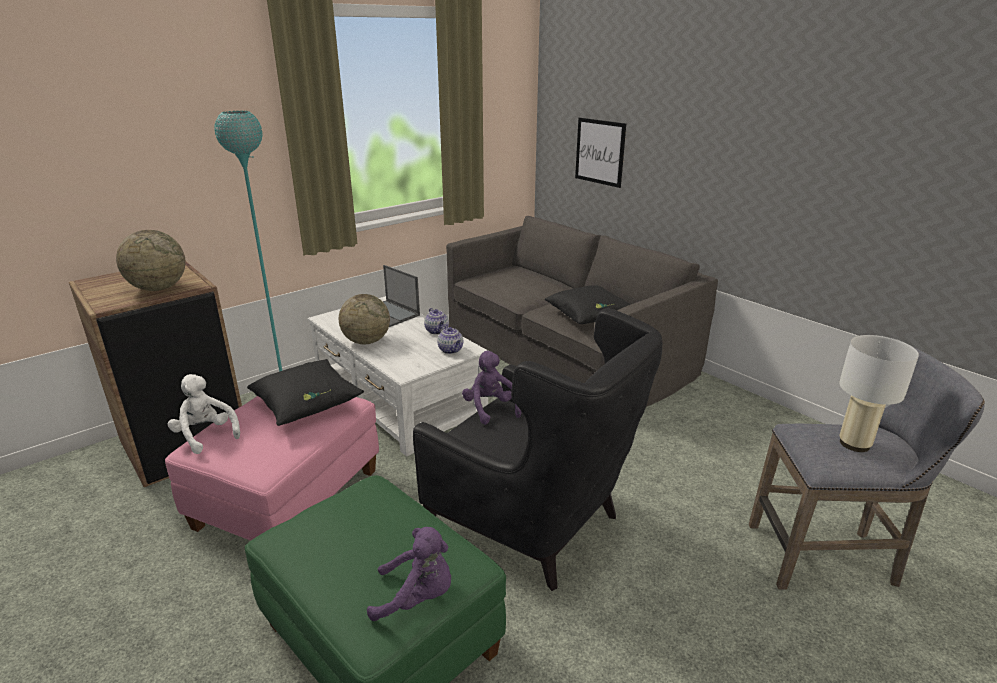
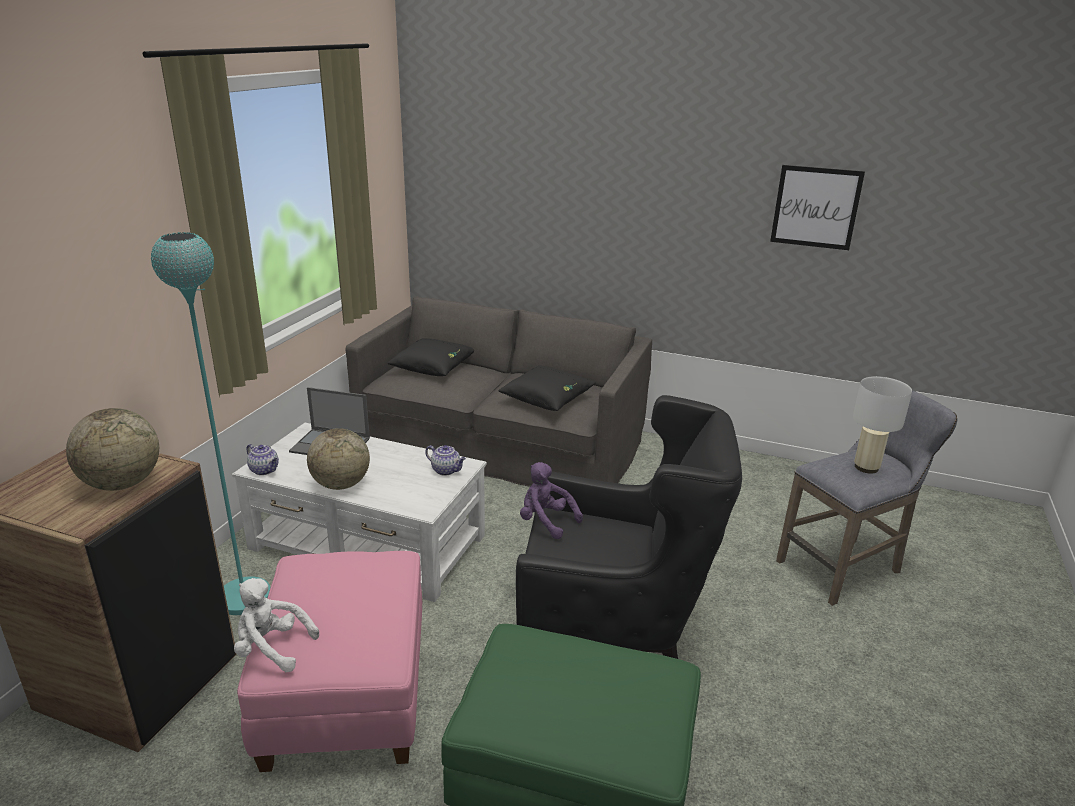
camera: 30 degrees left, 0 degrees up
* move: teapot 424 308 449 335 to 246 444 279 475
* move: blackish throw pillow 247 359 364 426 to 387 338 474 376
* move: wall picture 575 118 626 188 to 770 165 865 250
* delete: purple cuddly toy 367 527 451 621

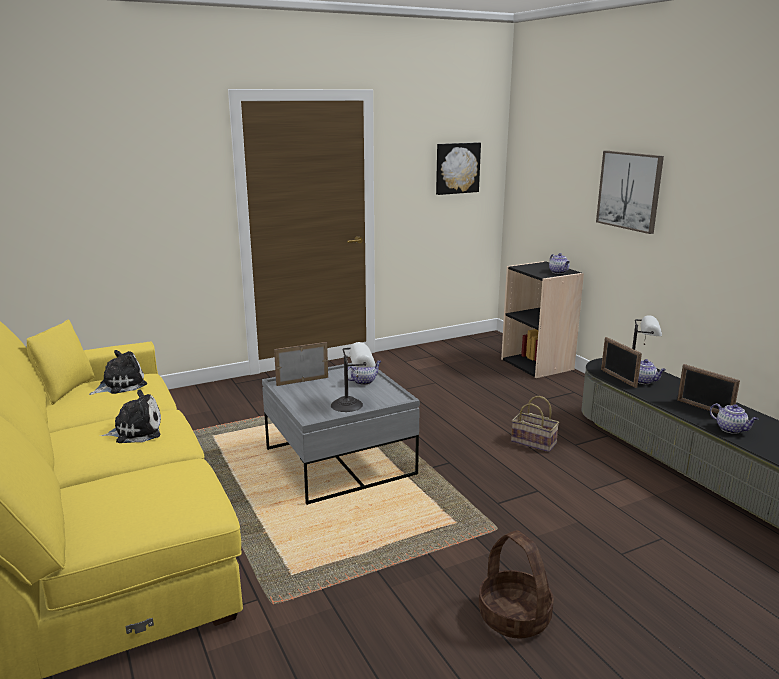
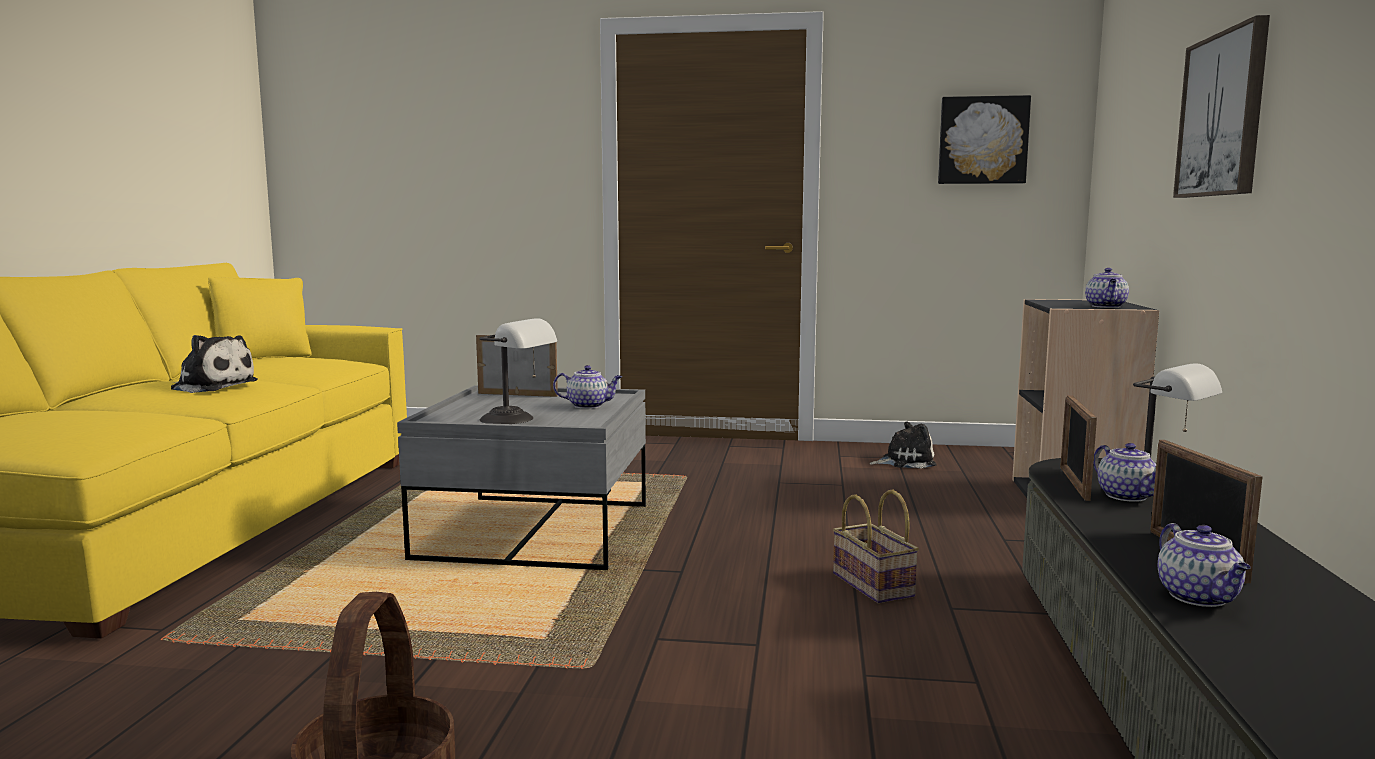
camera: 35 degrees right, 10 degrees down
* move: cuddly toy 89 350 147 395 to 870 421 937 469

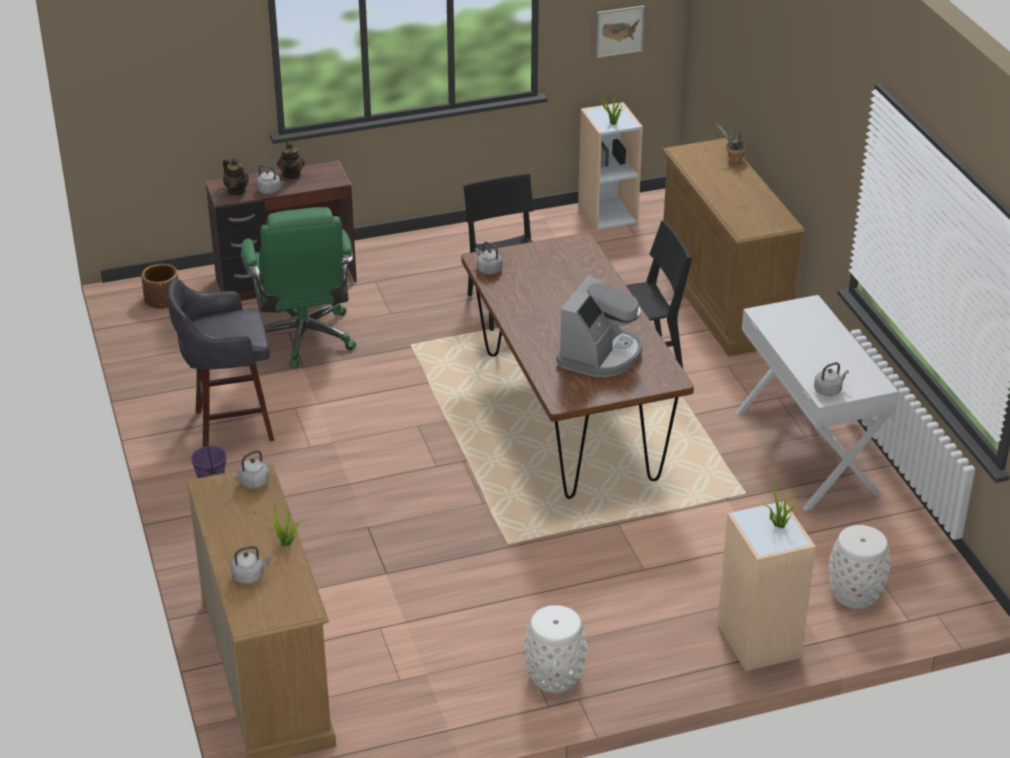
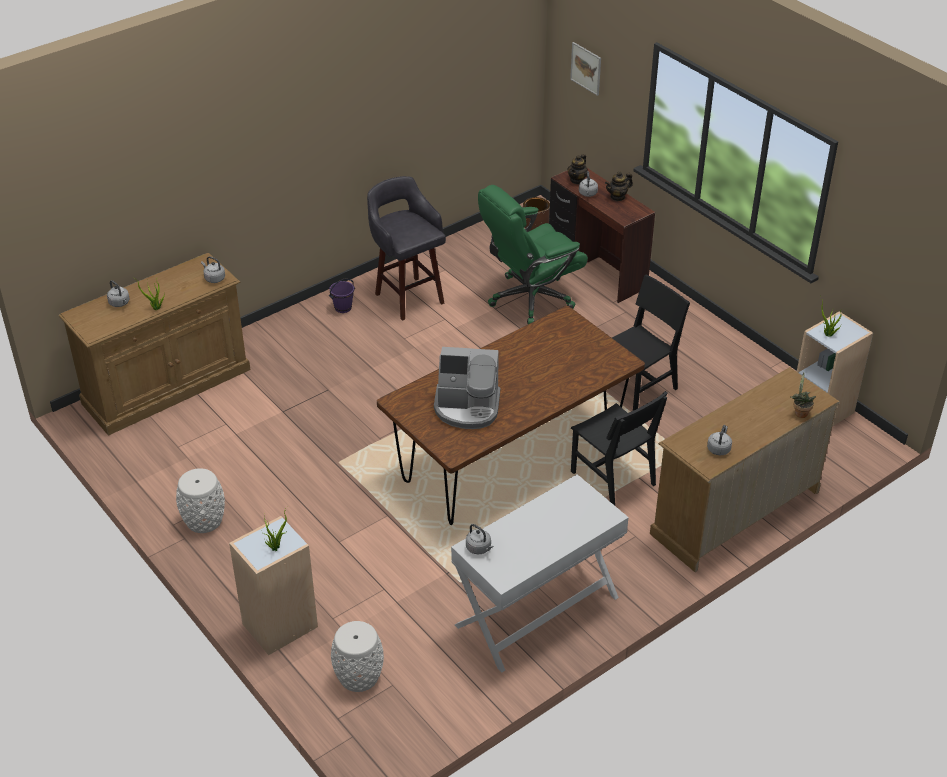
camera: 70 degrees right, 5 degrees up
* move: wall picture 596 5 645 58 to 570 42 601 96
* move: gray kettle 475 242 502 275 to 707 425 732 455

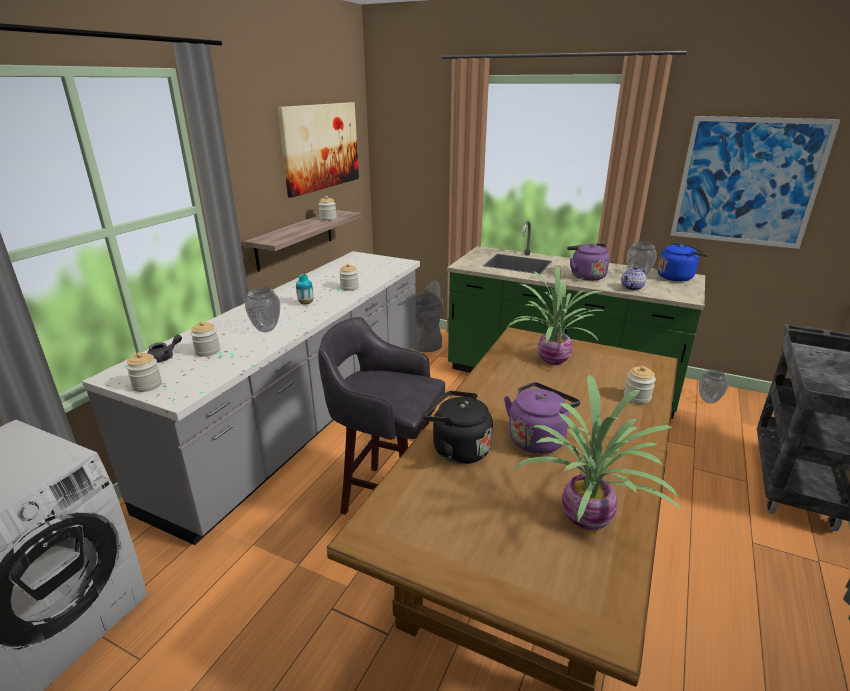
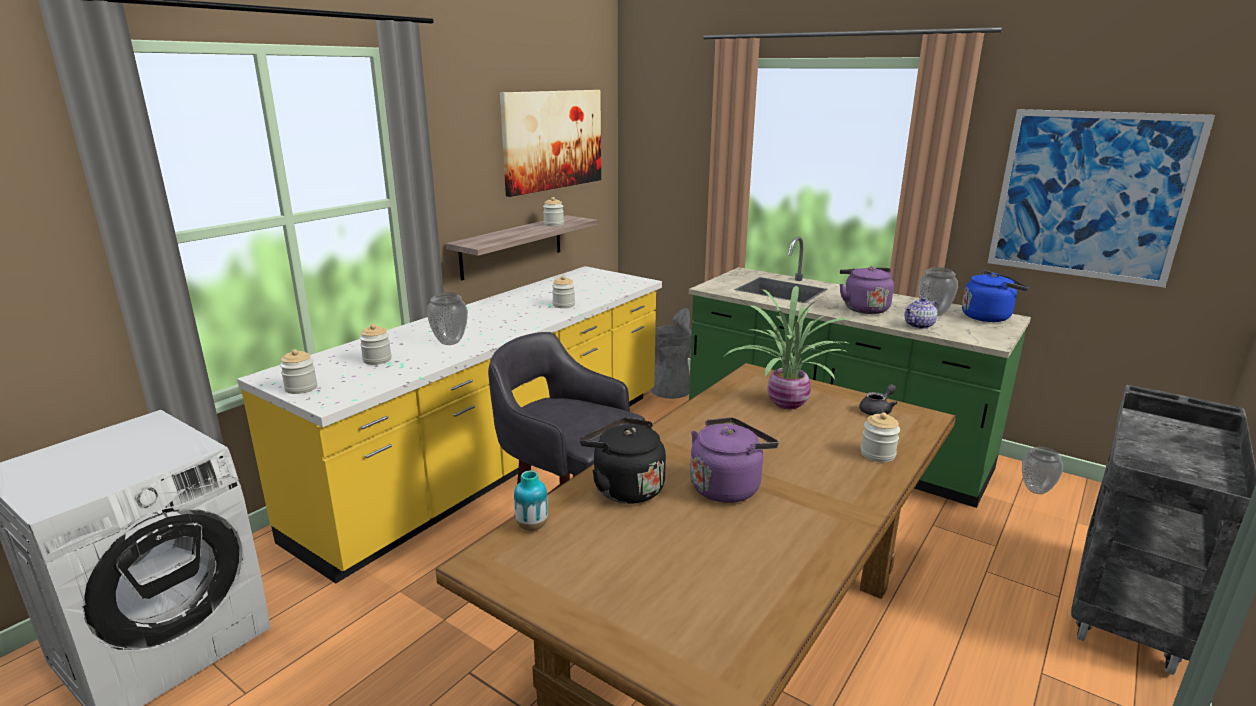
camera: 10 degrees right, 5 degrees down
* recolor: gray kitchen base unit 82 251 420 545 to yellow kitchen base unit 237 266 662 583
* move: flower vase 296 274 313 304 to 514 471 548 531
* move: gray teapot 147 335 182 362 to 859 384 897 415
* delete: houseplant 513 375 680 530

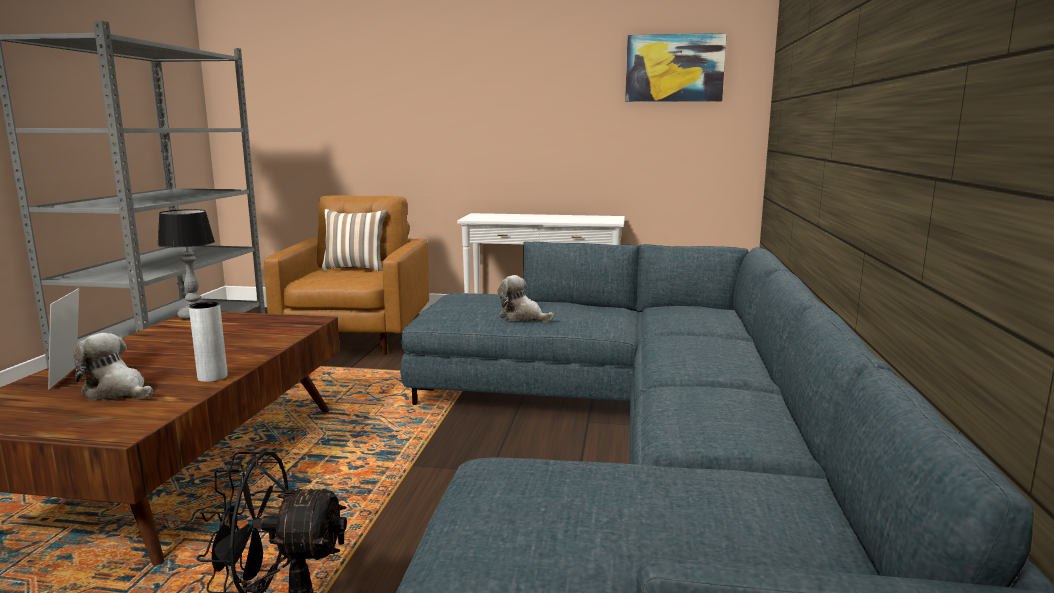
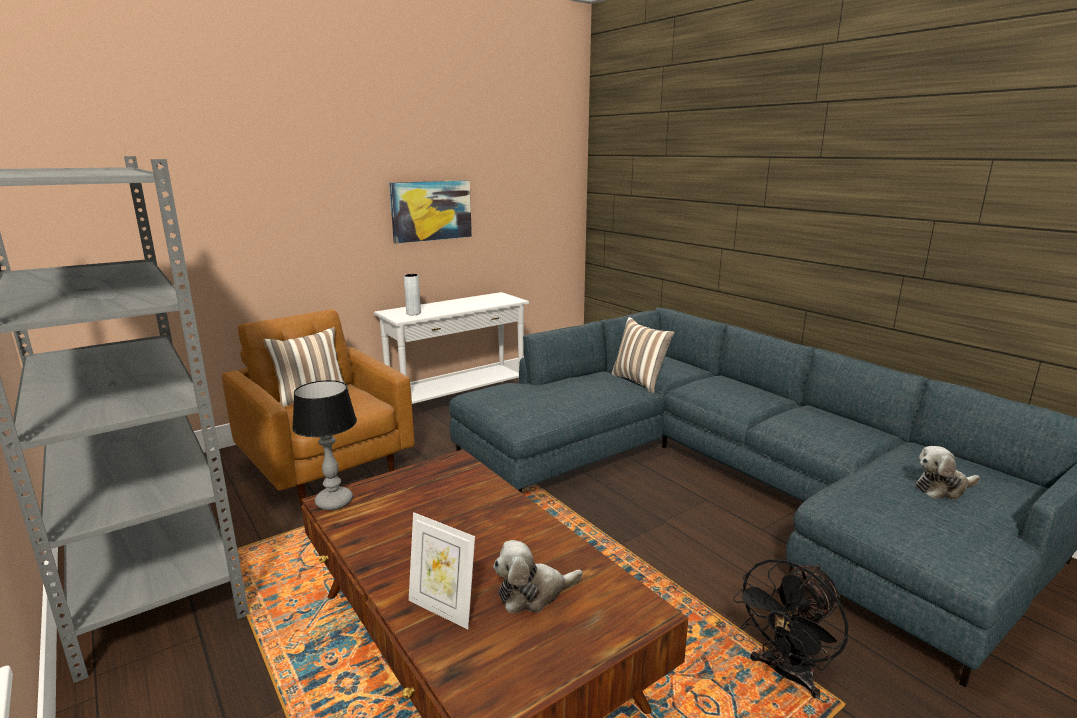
camera: 45 degrees left, 5 degrees up
* move: wall picture 625 33 727 102 to 389 180 472 244
* move: gray flower vase 189 302 228 382 to 404 274 421 315
* insert: throw pillow 611 317 675 393
* move: cuddly toy 497 275 554 322 to 915 446 980 500

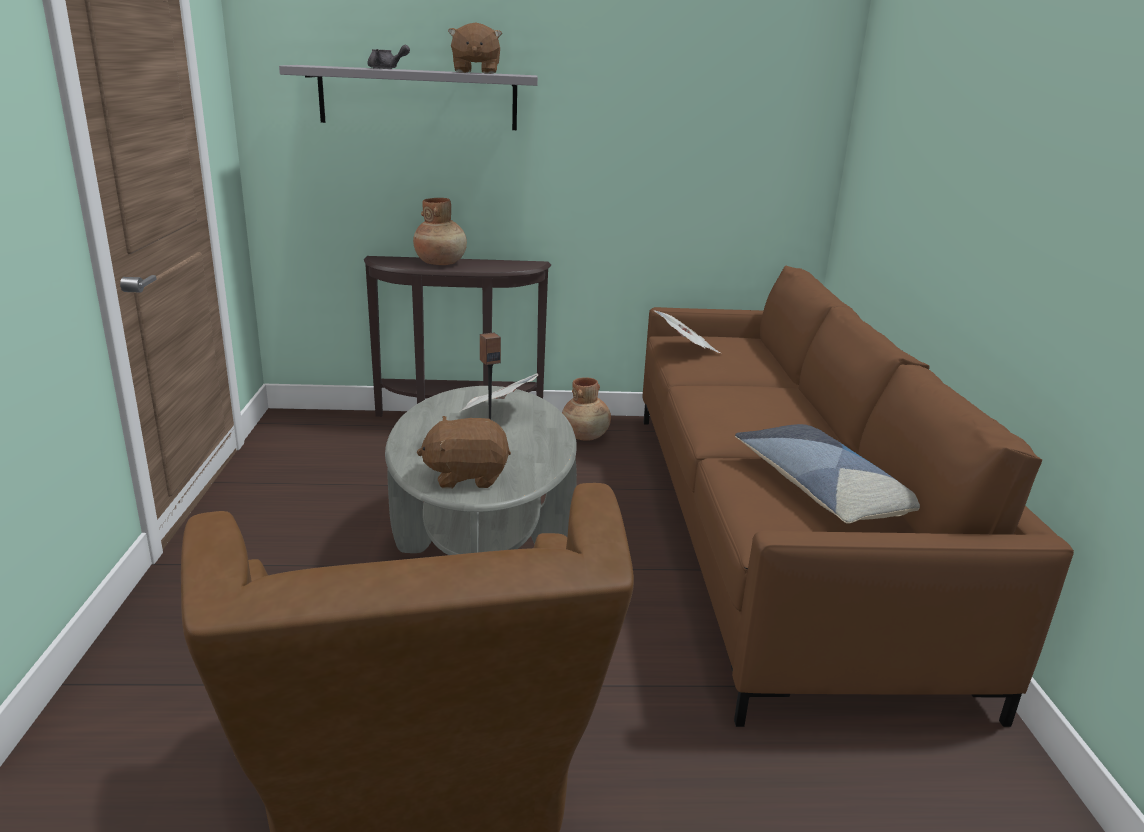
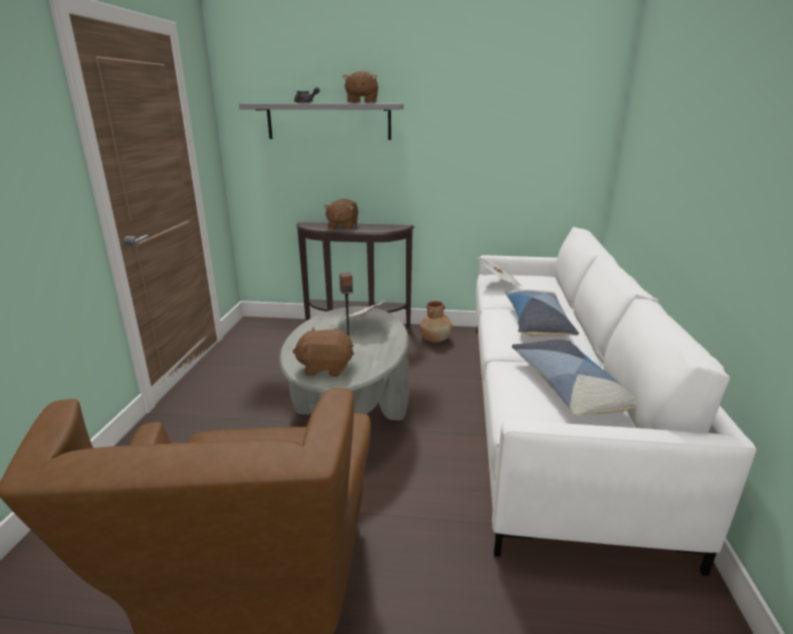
camera: 10 degrees right, 0 degrees up
* replace: brown flower vase 413 198 467 265 to brown cuddly toy 324 199 359 230
* recolor: brown sofa 642 266 1074 727 to whitish sofa 476 227 756 576
* insert: throw pillow 504 289 579 336

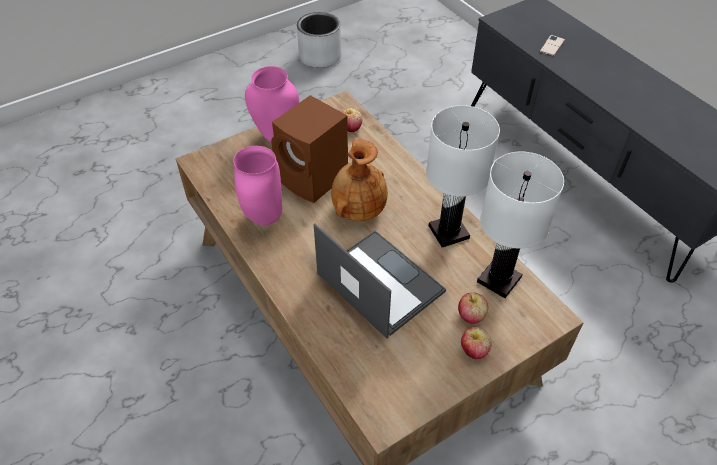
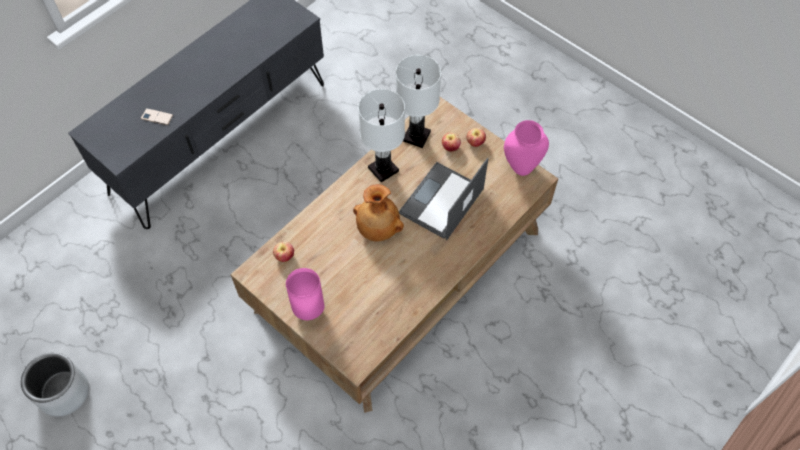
camera: 105 degrees left, 10 degrees up
* move: pink flower vase 233 146 282 225 to 504 120 549 176
* delete: brown audio speaker 271 95 348 203

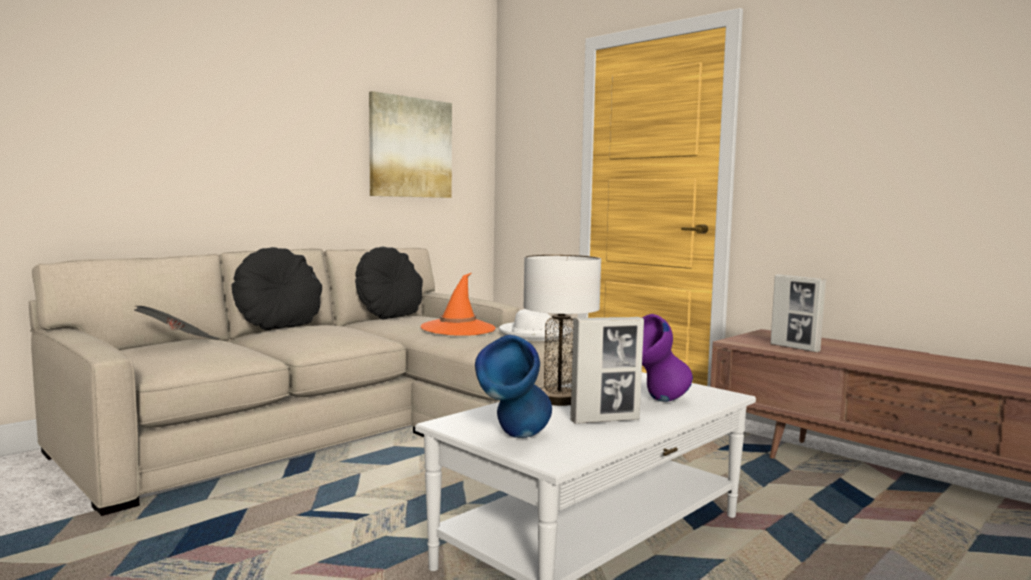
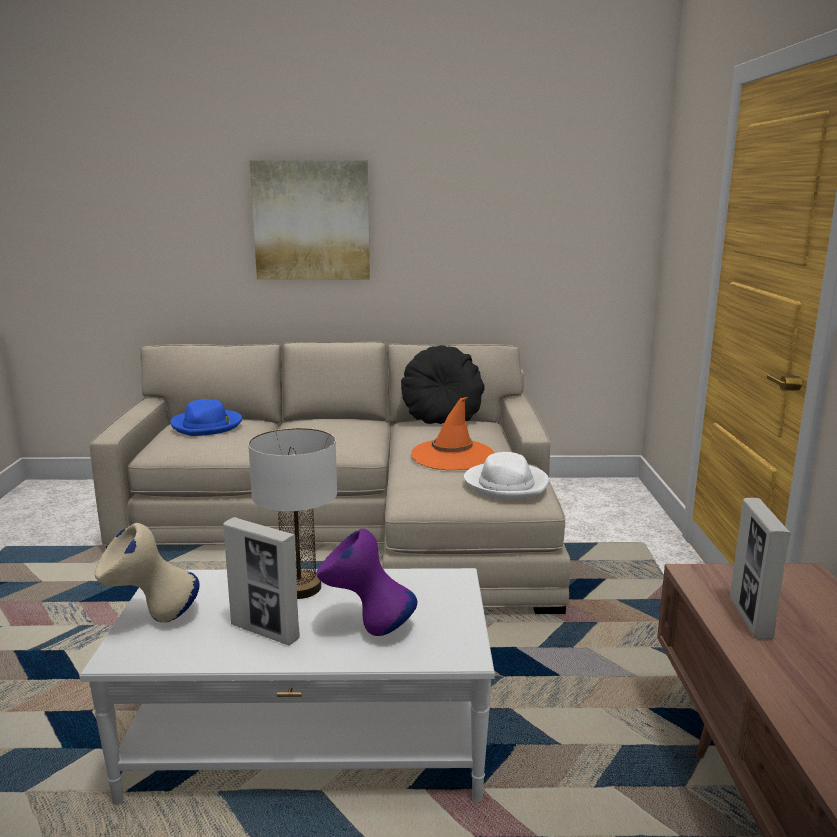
camera: 45 degrees right, 10 degrees up
* recolor: blue flower vase 475 335 552 438 to sand-coloured flower vase 94 523 200 623
* replace: daily paper 134 306 220 339 to blue clothing hat 170 399 242 436
* move: wall picture 369 91 452 198 to 250 160 370 279
* delete: blackish throw pillow 231 247 322 330

